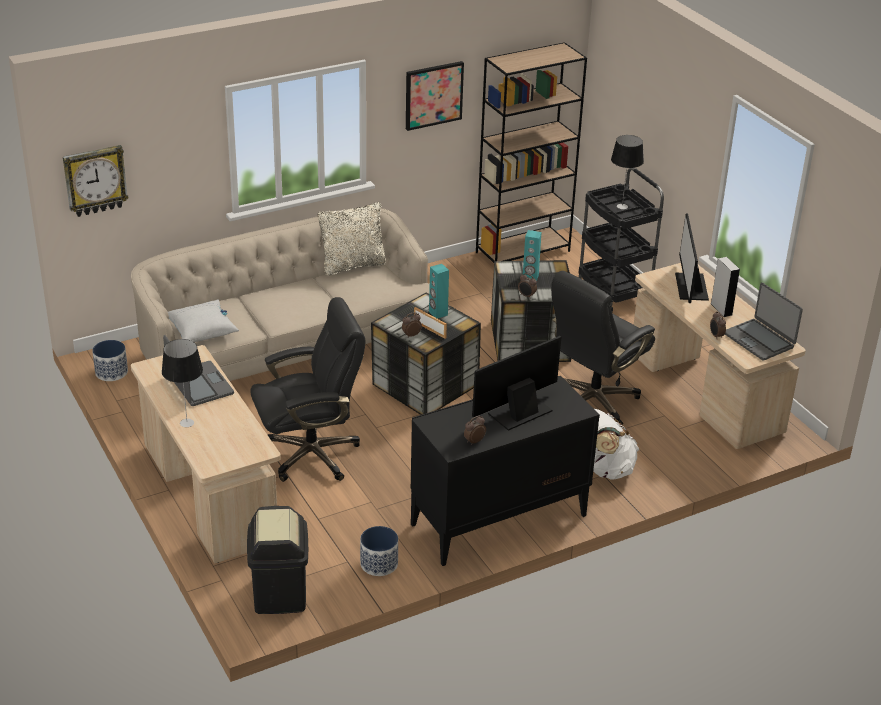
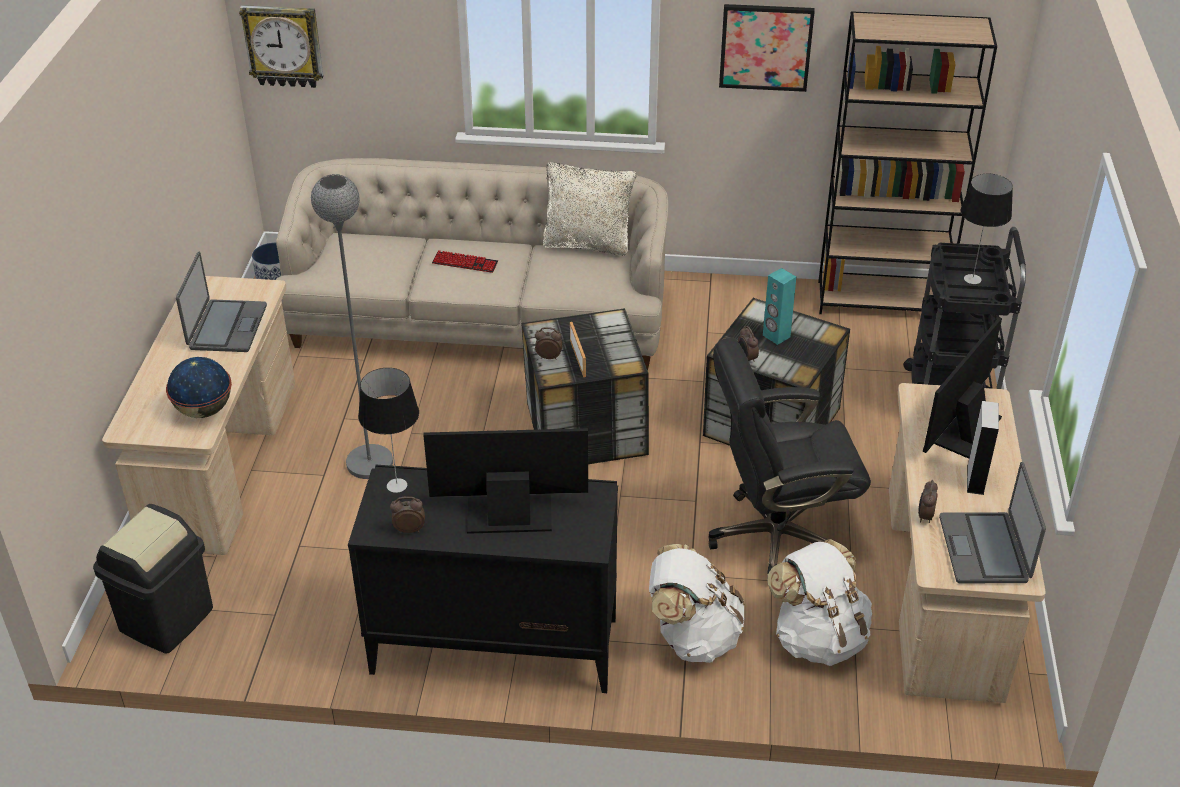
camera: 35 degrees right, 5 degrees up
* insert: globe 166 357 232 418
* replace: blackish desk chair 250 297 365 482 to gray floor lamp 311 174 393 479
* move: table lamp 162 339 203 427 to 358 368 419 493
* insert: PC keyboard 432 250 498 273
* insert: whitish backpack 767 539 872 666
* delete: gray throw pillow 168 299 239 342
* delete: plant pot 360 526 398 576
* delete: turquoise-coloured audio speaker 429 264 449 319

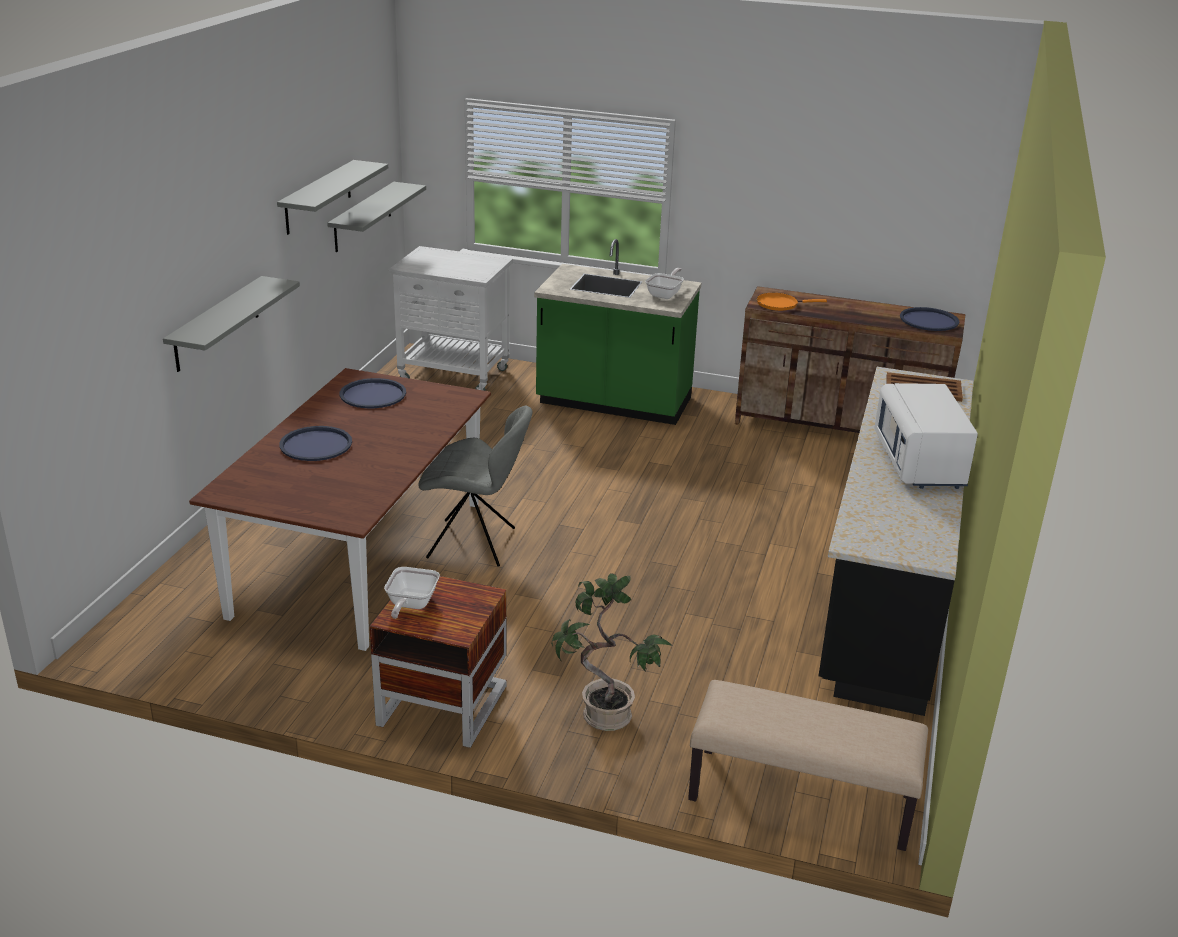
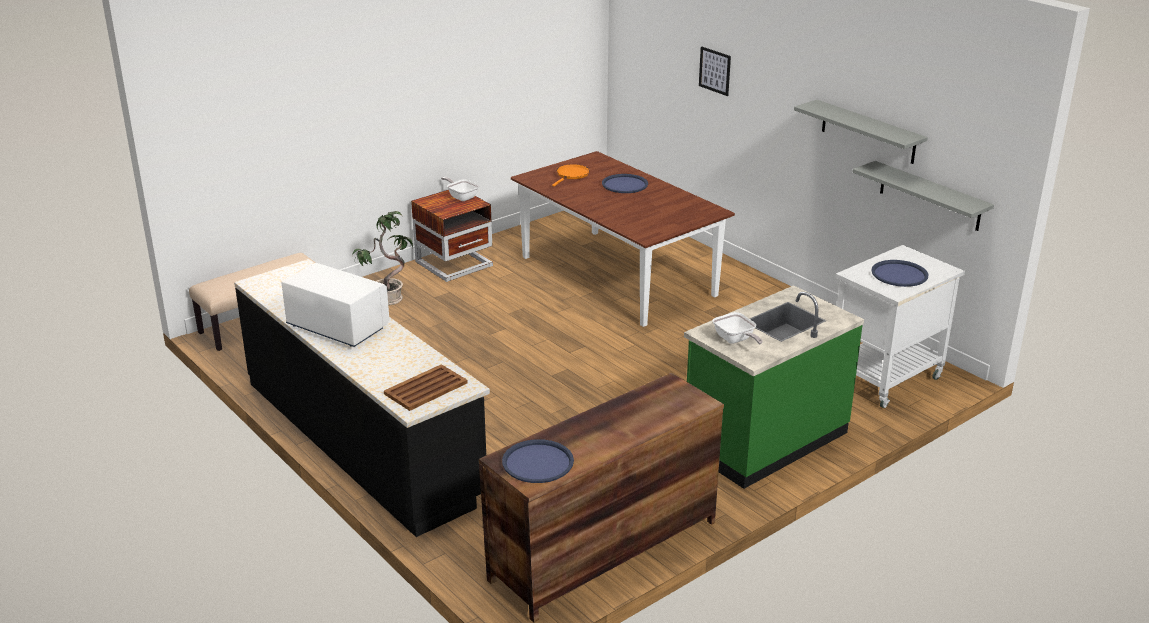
camera: 125 degrees right, 0 degrees up
* move: orange-coloured skillet 757 293 827 311 to 552 164 589 186
* insert: wall picture 699 47 731 96
* move: blue carrying tray 340 378 406 408 to 871 260 929 287
* delete: gray shelf 163 276 300 372
* delete: gray upright chair 418 405 533 567

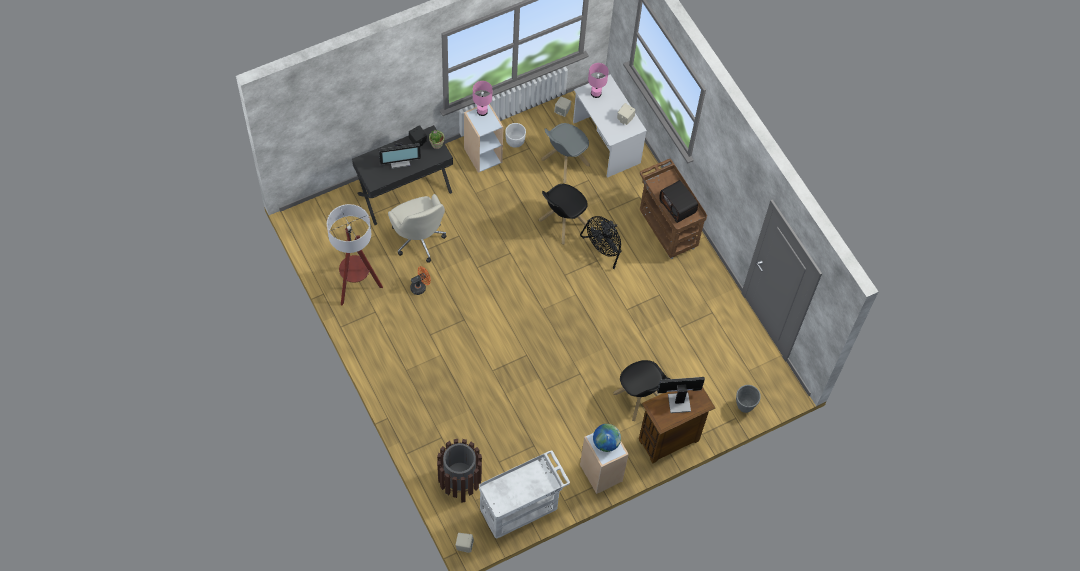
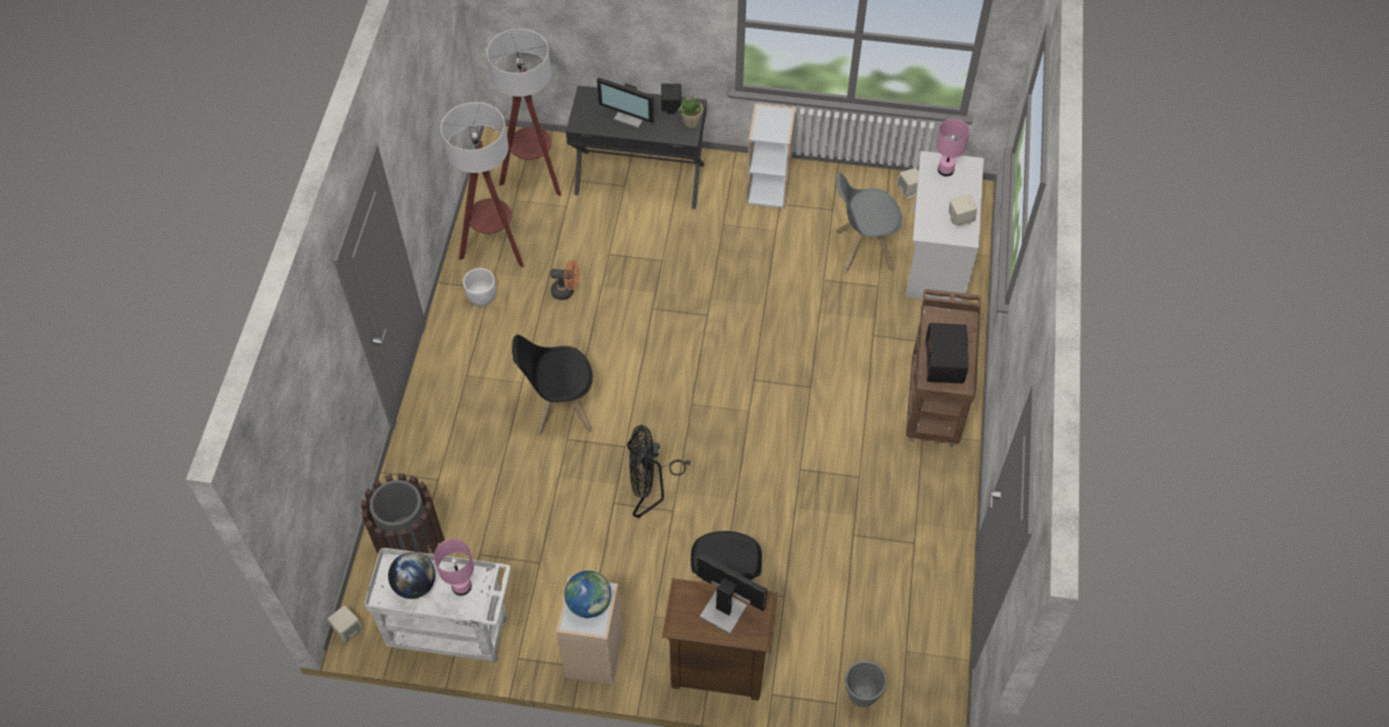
camera: 40 degrees right, 5 degrees down
* insert: globe 388 552 435 599
* move: pink table lamp 473 81 492 116 to 434 539 474 596
* move: whitish plant pot 505 123 526 148 to 463 268 496 306
* insert: floor lamp 486 29 561 196
* move: blackish upright chair 539 184 588 244 to 512 334 593 436
* move: blackish fan 580 216 622 269 to 627 425 692 519
* delete: sand-coloured desk chair 388 194 446 263

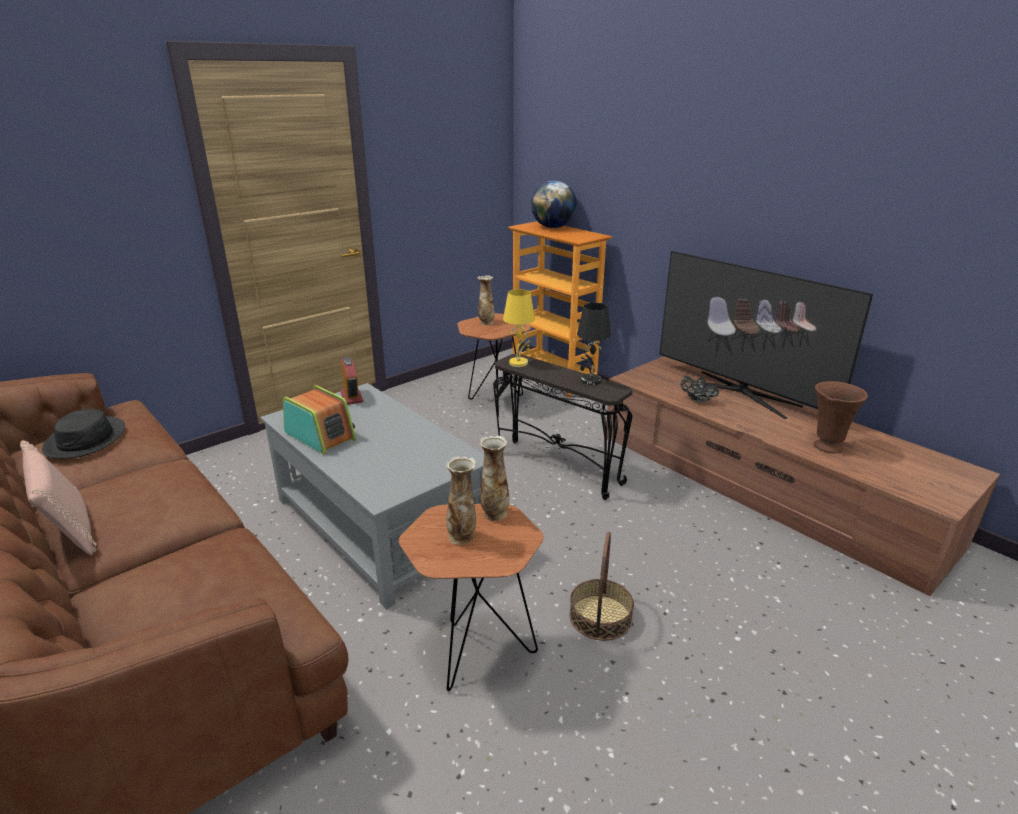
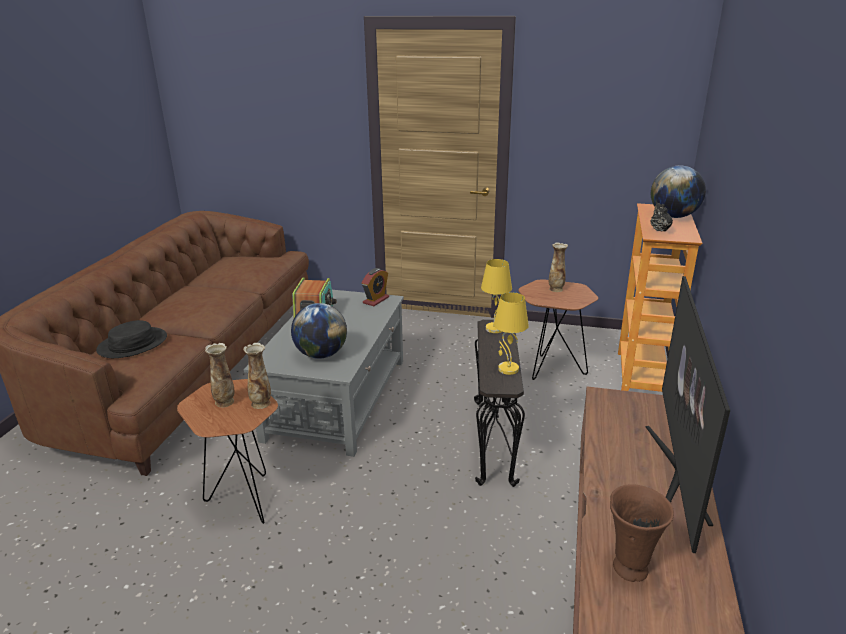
camera: 55 degrees right, 0 degrees up
* move: blackish clothing hat 42 409 125 459 to 96 320 167 358
* insert: globe 291 303 347 359
* recolor: blackish table lamp 577 303 611 385 to yellow table lamp 494 292 529 375
* move: blackish teapot 680 376 719 404 to 650 203 673 231
* delete: sand-coloured throw pillow 20 441 97 555
* delete: basket 569 532 634 641

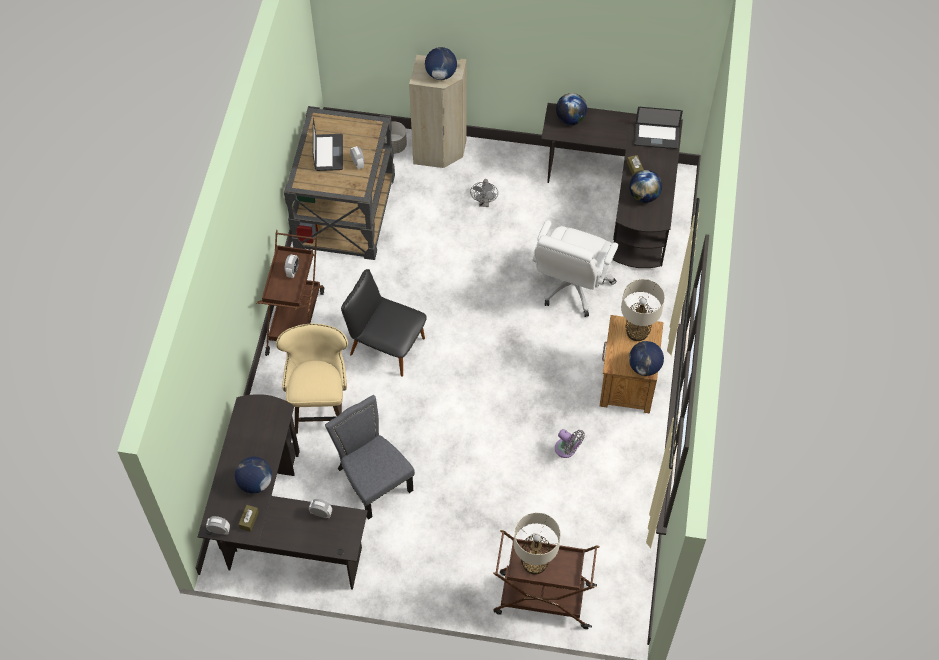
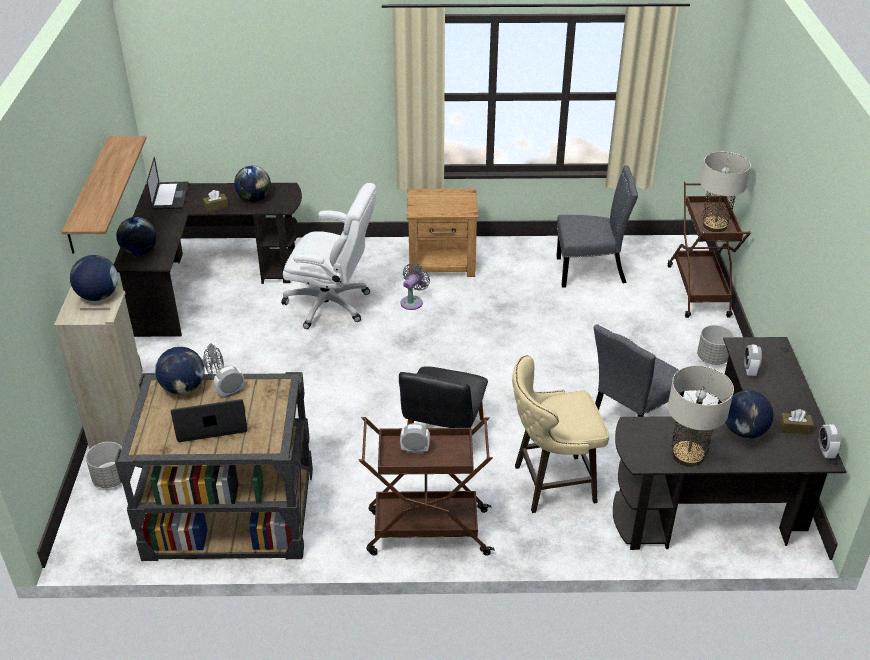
camera: 100 degrees left, 20 degrees down
* insert: shelf 62 136 147 254
* move: globe 629 341 664 376 to 155 347 204 394
* move: gray fan 555 429 585 458 to 400 263 430 310
* insert: gray upright chair 556 165 638 288
* move: table lamp 621 279 665 341 to 668 366 734 467
* insert: gray plant pot 697 325 734 365

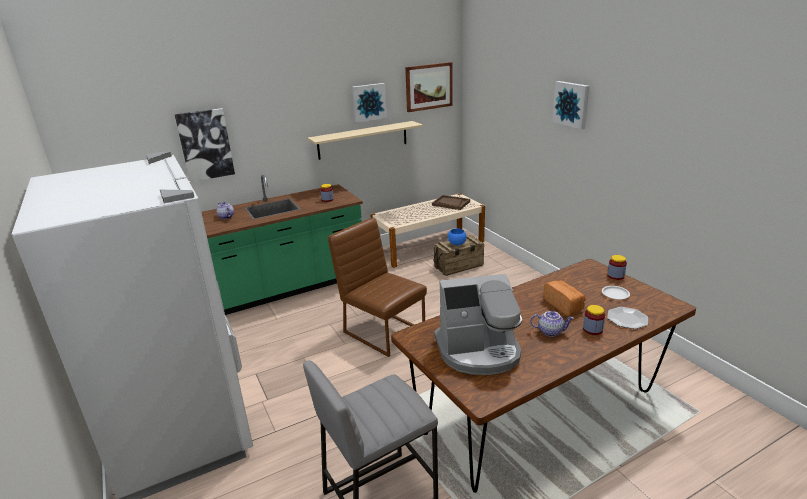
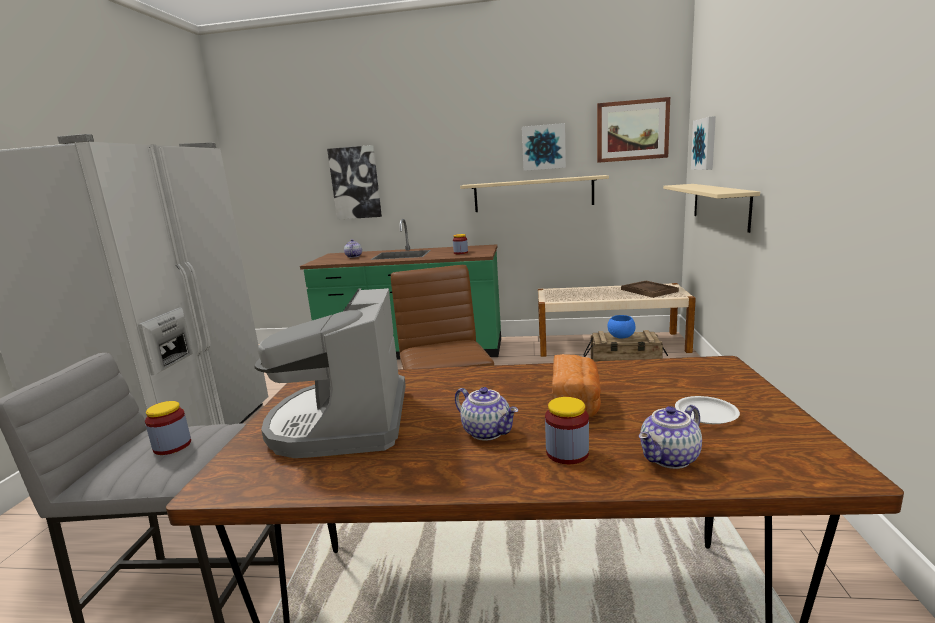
camera: 35 degrees right, 10 degrees down
* move: storage jar 607 255 627 280 to 145 401 191 455
* rotate: coffee maker 434 274 522 375 = 255 288 406 458 60 degrees clockwise
* replace: plate 607 307 648 329 to teapot 639 405 702 469
* insert: sand-coloured shelf 663 184 760 233
* move: wall picture 552 81 590 129 to 691 116 716 170

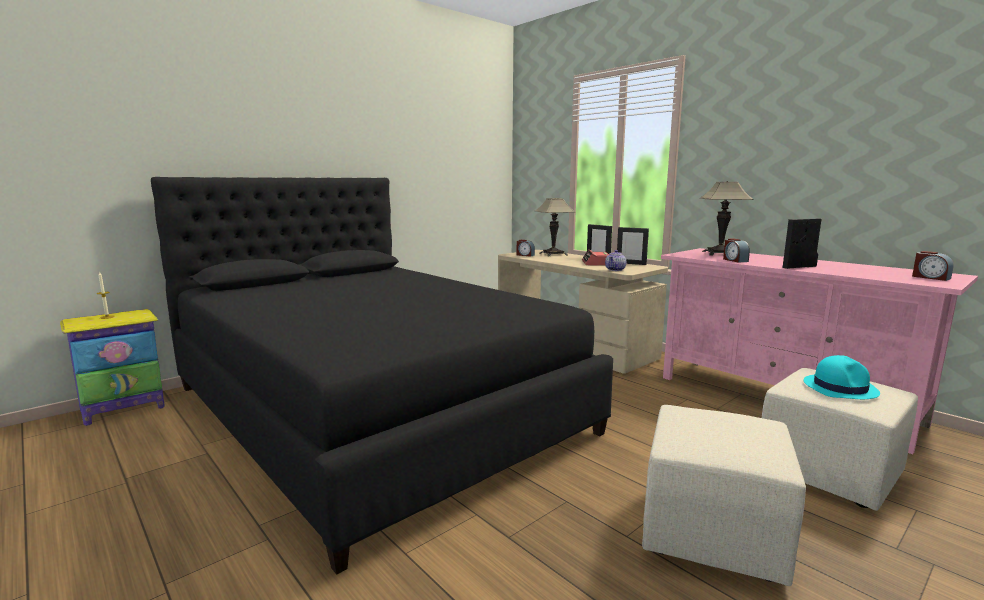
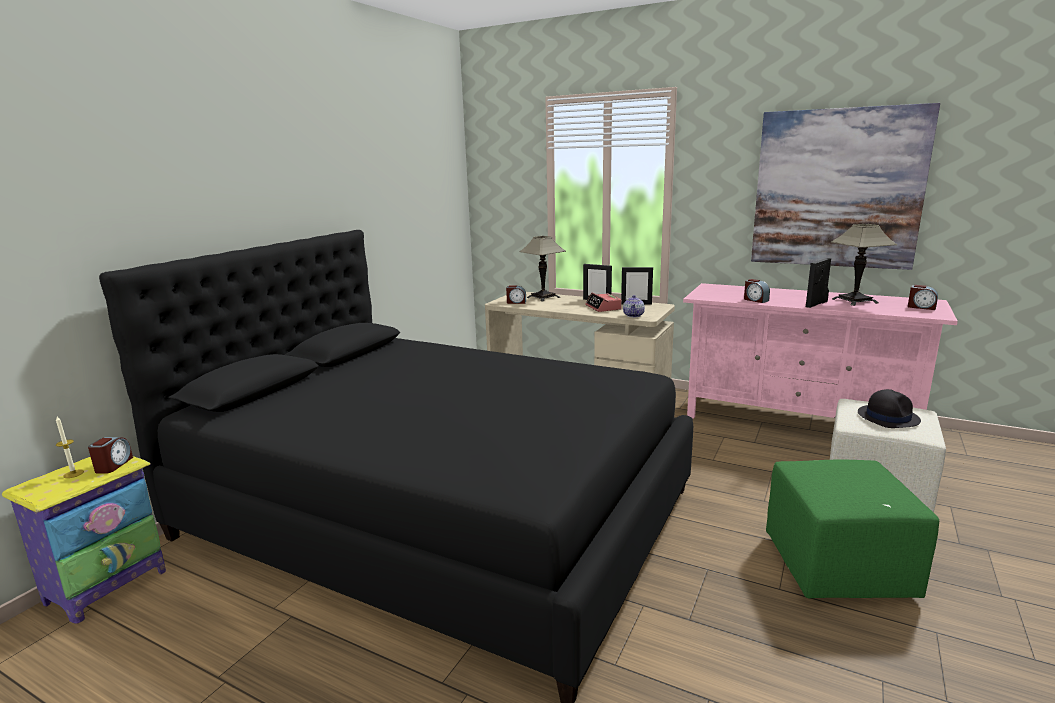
camera: 20 degrees left, 5 degrees up
* insert: table clock 88 437 133 474
* insert: wall picture 751 103 940 270
* recolor: sand-coloured pouffe 642 405 806 586 to greenish pouffe 766 460 939 598
* move: table lamp 700 181 754 256 to 831 224 897 306
* recolor: turquoise-coloured clothing hat 803 355 880 399 to blackish clothing hat 858 389 921 428

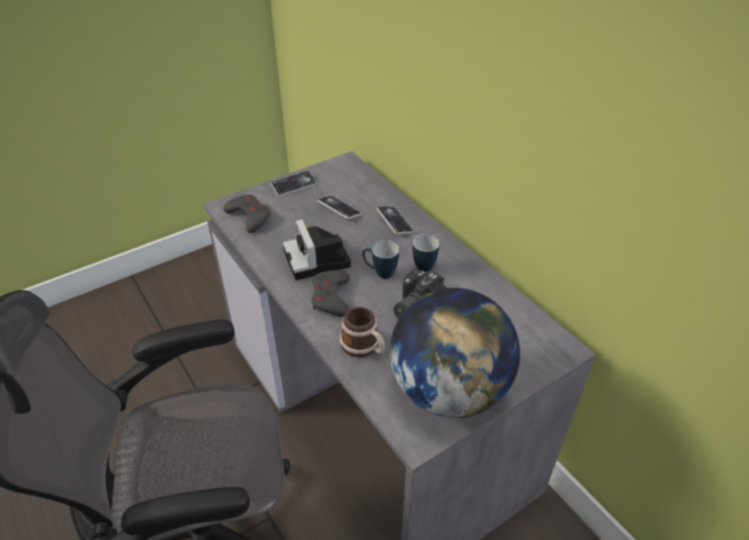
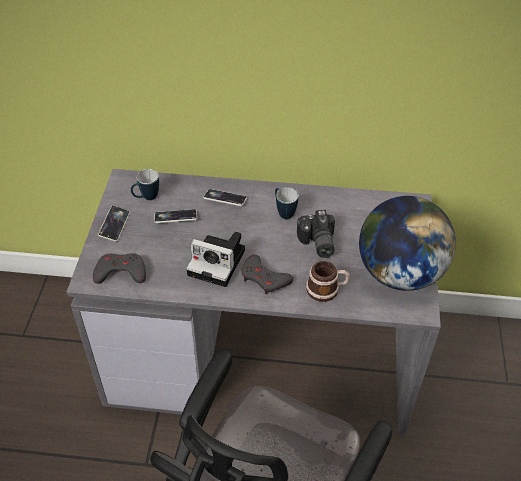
camera: 50 degrees left, 5 degrees up
* move: tea mug 362 240 399 279 to 131 169 159 200

